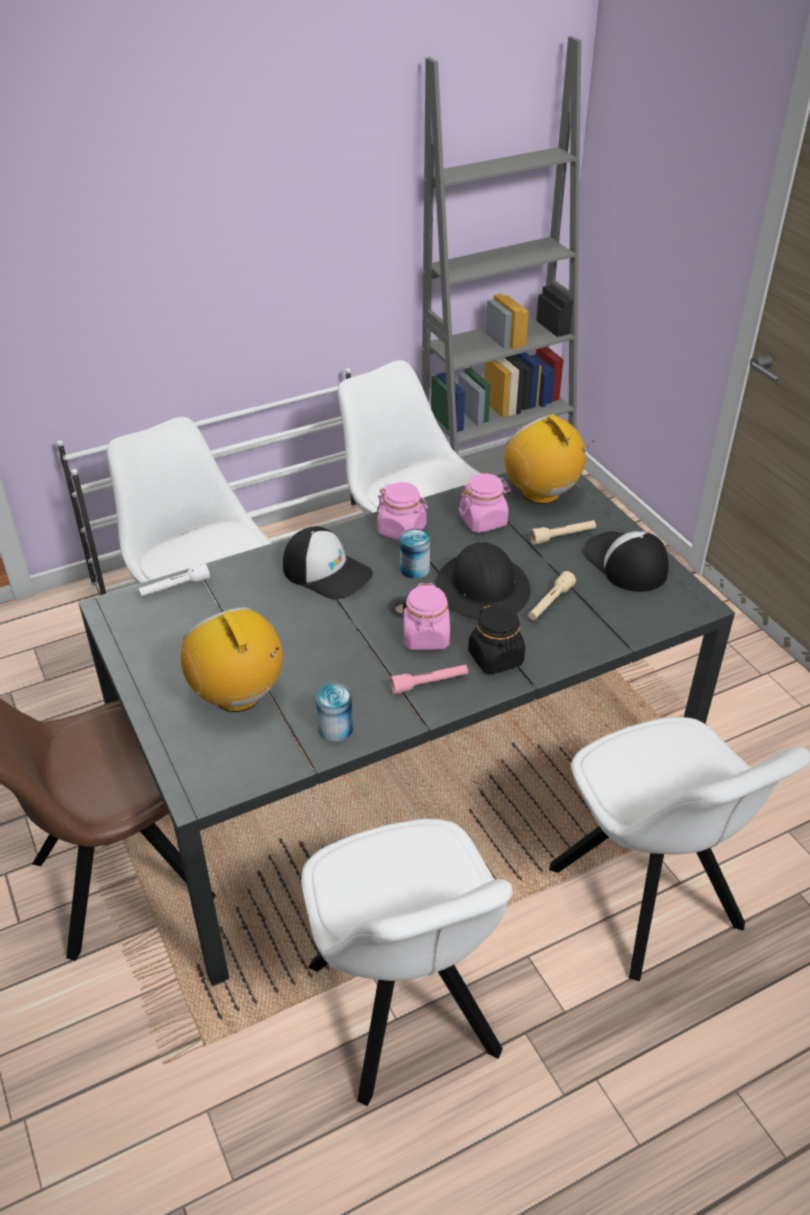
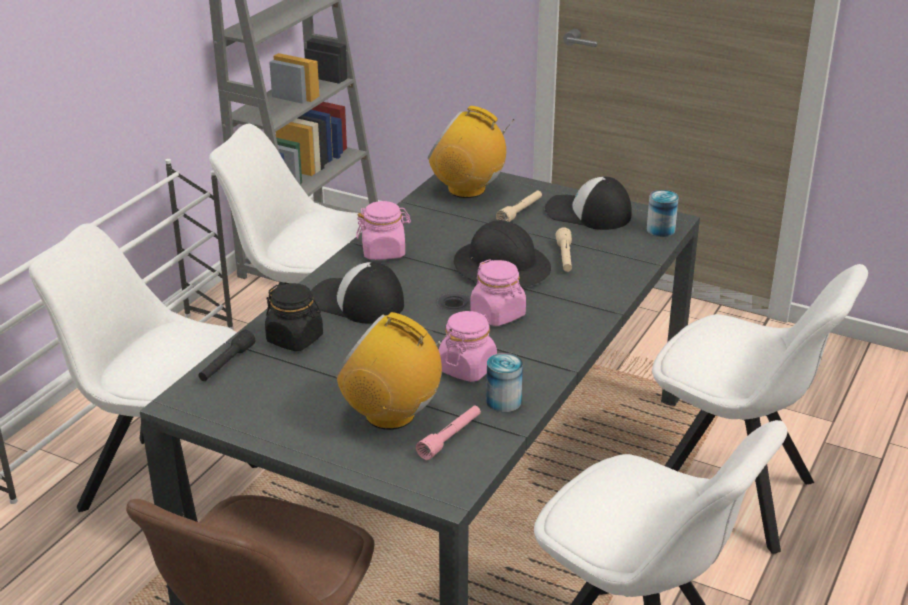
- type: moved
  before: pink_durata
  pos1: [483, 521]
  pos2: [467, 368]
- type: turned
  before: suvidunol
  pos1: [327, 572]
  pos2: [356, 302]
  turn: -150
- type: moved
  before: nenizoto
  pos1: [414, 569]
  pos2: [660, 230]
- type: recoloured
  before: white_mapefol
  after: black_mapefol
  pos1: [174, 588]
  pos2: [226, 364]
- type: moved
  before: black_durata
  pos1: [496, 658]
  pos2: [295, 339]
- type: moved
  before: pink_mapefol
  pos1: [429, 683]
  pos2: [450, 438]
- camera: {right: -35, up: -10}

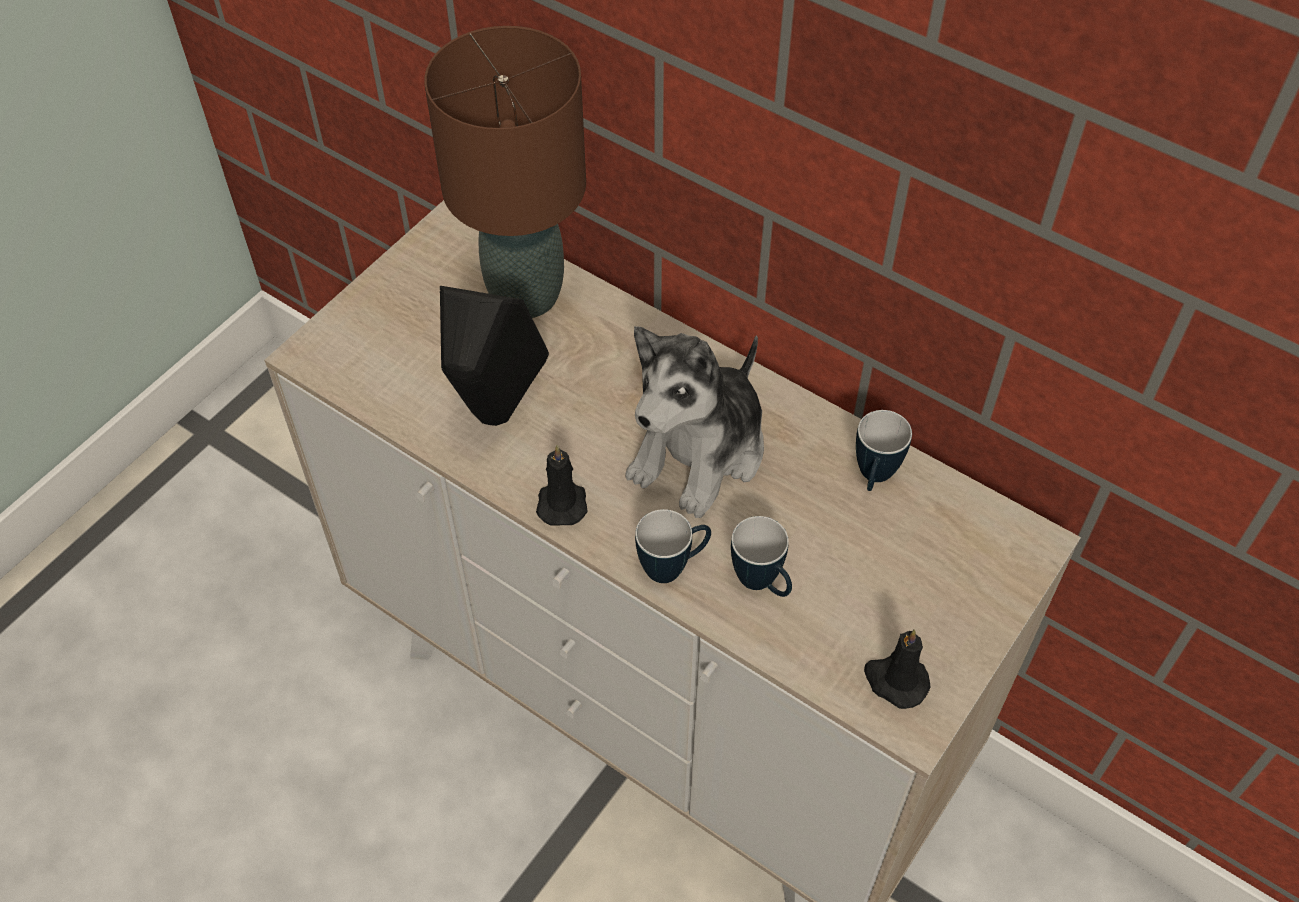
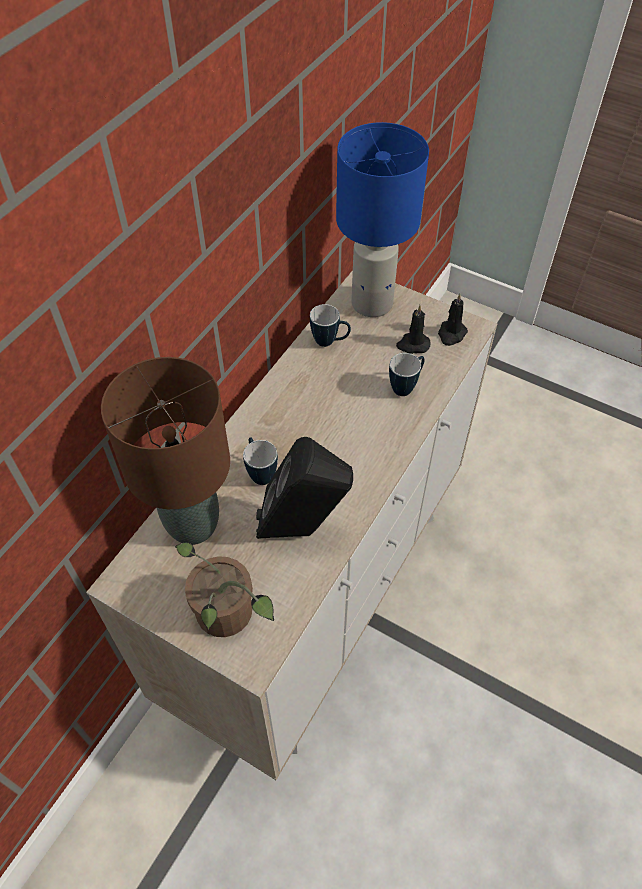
- type: removed
  before: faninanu
  pos1: [700, 452]
- type: moved
  before: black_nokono
  pos1: [562, 502]
  pos2: [412, 344]
- type: moved
  before: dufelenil
  pos1: [673, 567]
  pos2: [260, 472]
- type: added
  after: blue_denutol
  pos2: [372, 302]
- type: added
  after: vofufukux
  pos2: [227, 618]
- camera: {right: -95, up: 0}

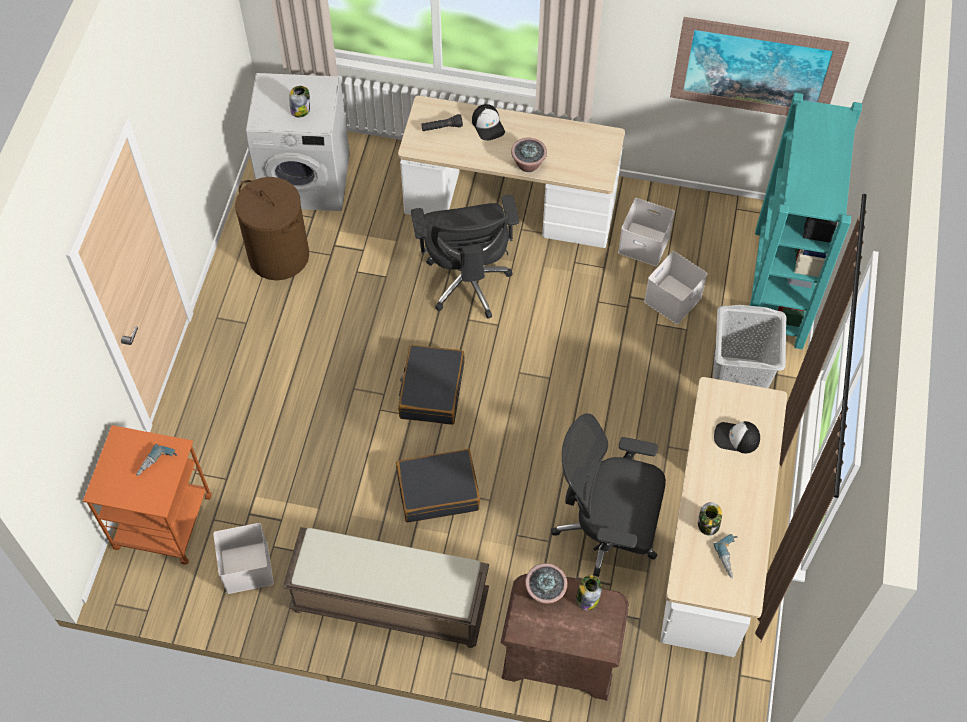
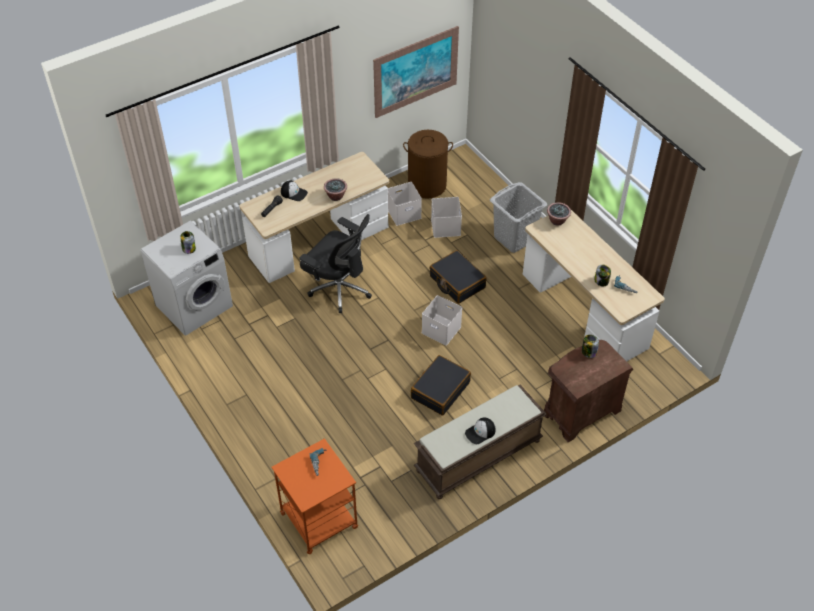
- type: removed
  before: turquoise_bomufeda
  pos1: [779, 287]
- type: moved
  before: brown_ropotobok
  pos1: [279, 255]
  pos2: [427, 185]
- type: moved
  before: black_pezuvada
  pos1: [431, 390]
  pos2: [457, 282]
- type: removed
  before: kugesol
  pos1: [607, 532]
- type: moved
  before: suvidunol
  pos1: [736, 438]
  pos2: [480, 432]
- type: moved
  before: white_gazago
  pos1: [245, 566]
  pos2: [440, 329]
- type: moved
  before: vofufukux
  pos1: [545, 592]
  pos2: [557, 221]
- camera: {right: -45, up: -10}

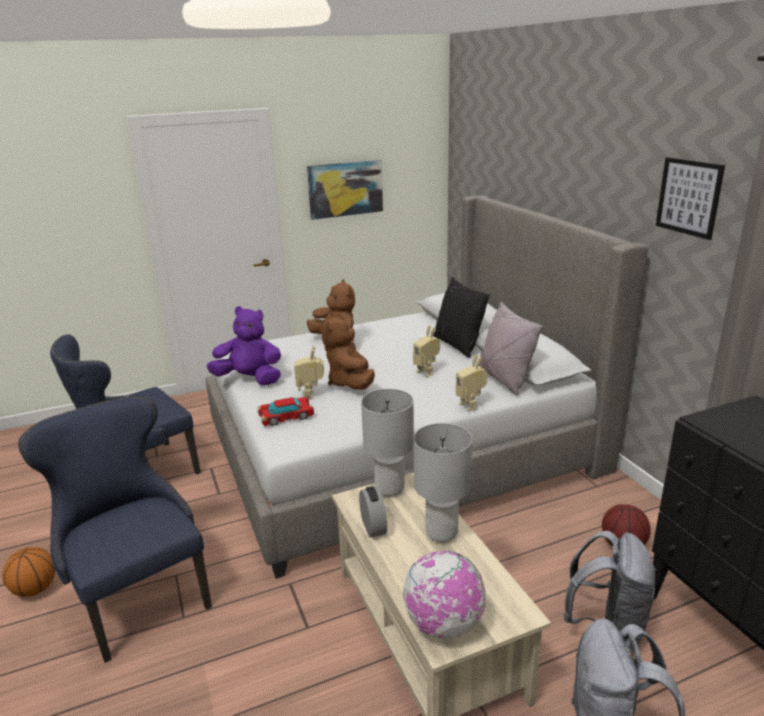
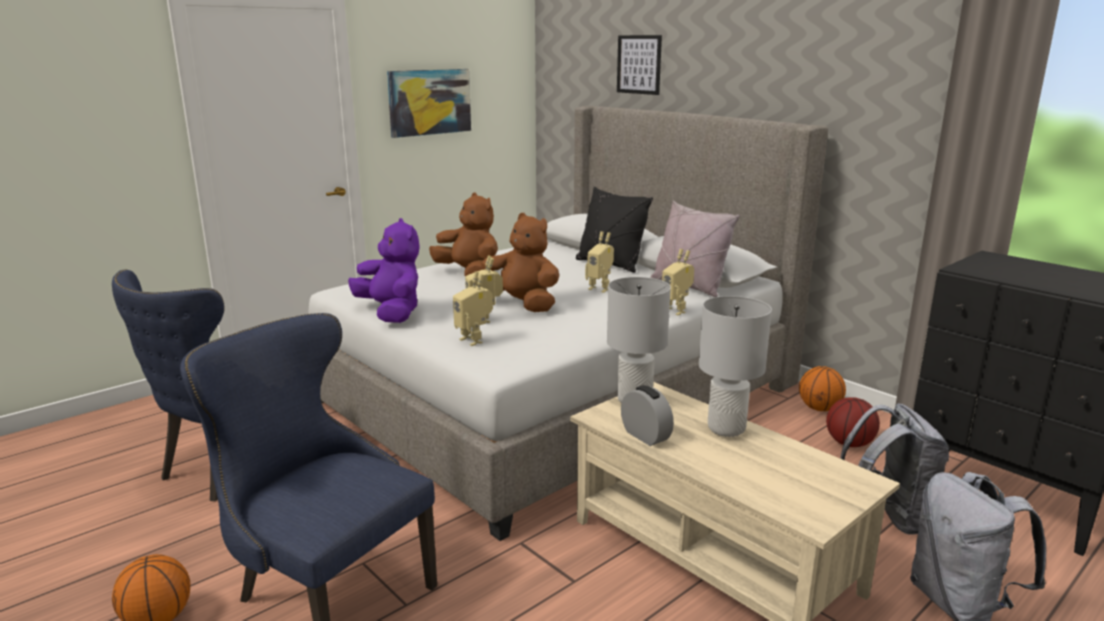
- type: moved
  before: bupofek
  pos1: [689, 197]
  pos2: [639, 64]
- type: turned
  before: purple_faninanu
  pos1: [250, 379]
  pos2: [391, 313]
  turn: 60
- type: turned
  before: brown_faninanu
  pos1: [350, 383]
  pos2: [521, 305]
  turn: 150
- type: replaced
  before: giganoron
  after: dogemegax
  pos1: [286, 416]
  pos2: [474, 340]
- type: removed
  before: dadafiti
  pos1: [444, 625]
- type: added
  after: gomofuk
  pos2: [819, 408]
- camera: {right: -20, up: -5}

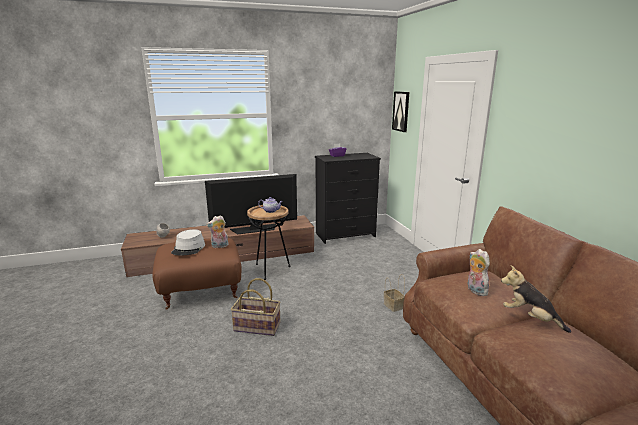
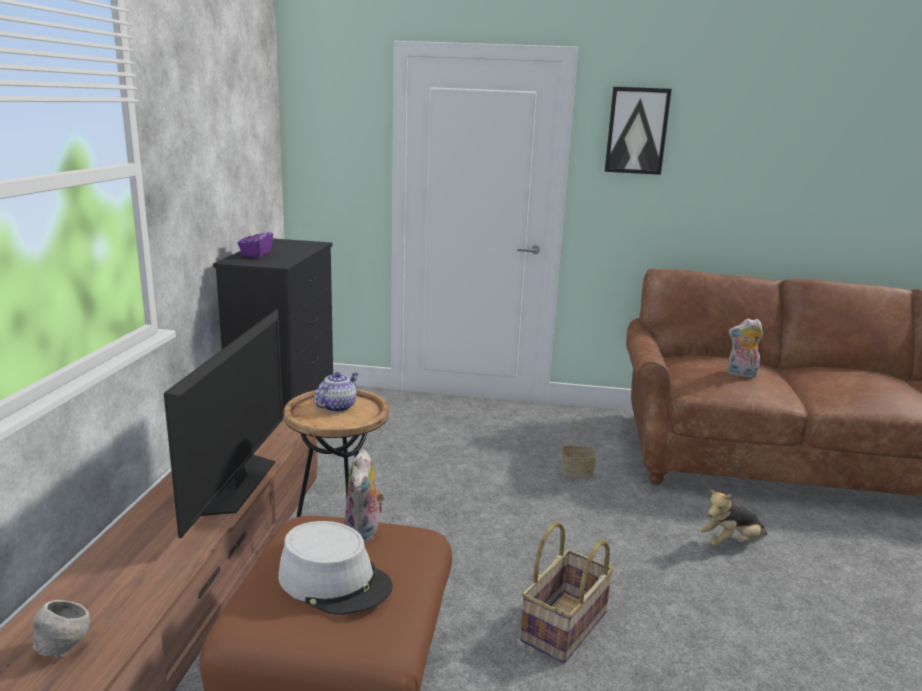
- type: moved
  before: bupofek
  pos1: [401, 111]
  pos2: [636, 131]
- type: moved
  before: faninanu
  pos1: [530, 318]
  pos2: [730, 542]
- camera: {right: -65, up: 0}

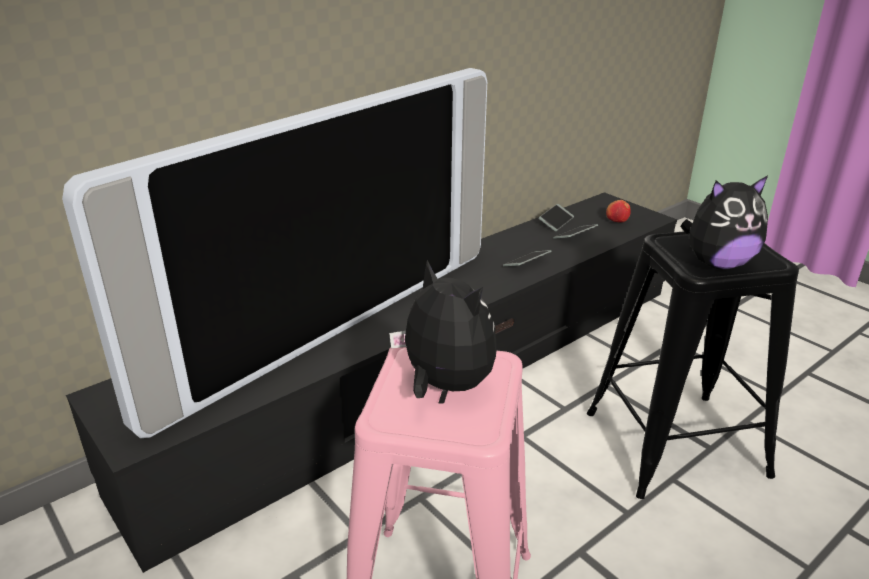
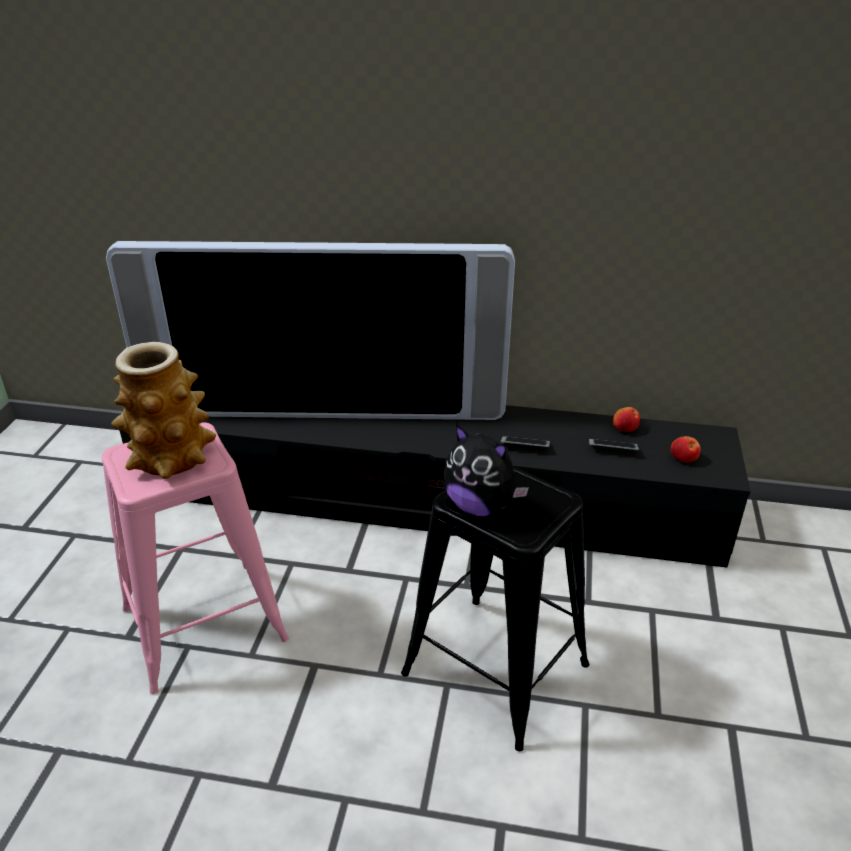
- type: replaced
  before: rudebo
  after: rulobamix
  pos1: [556, 222]
  pos2: [624, 428]
- type: replaced
  before: faninanu
  after: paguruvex
  pos1: [444, 385]
  pos2: [171, 457]
- camera: {right: 50, up: 5}

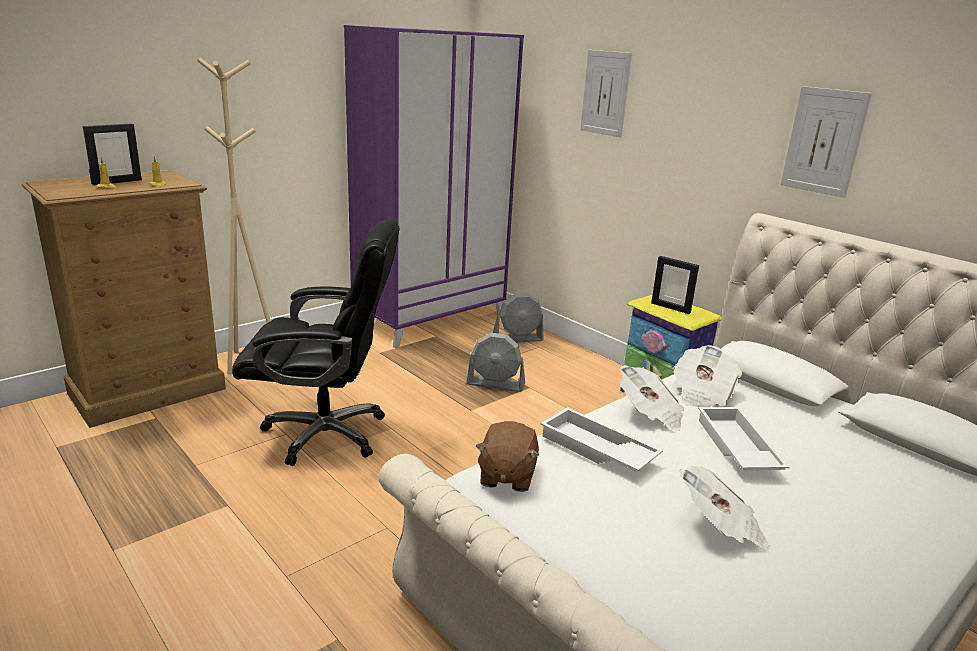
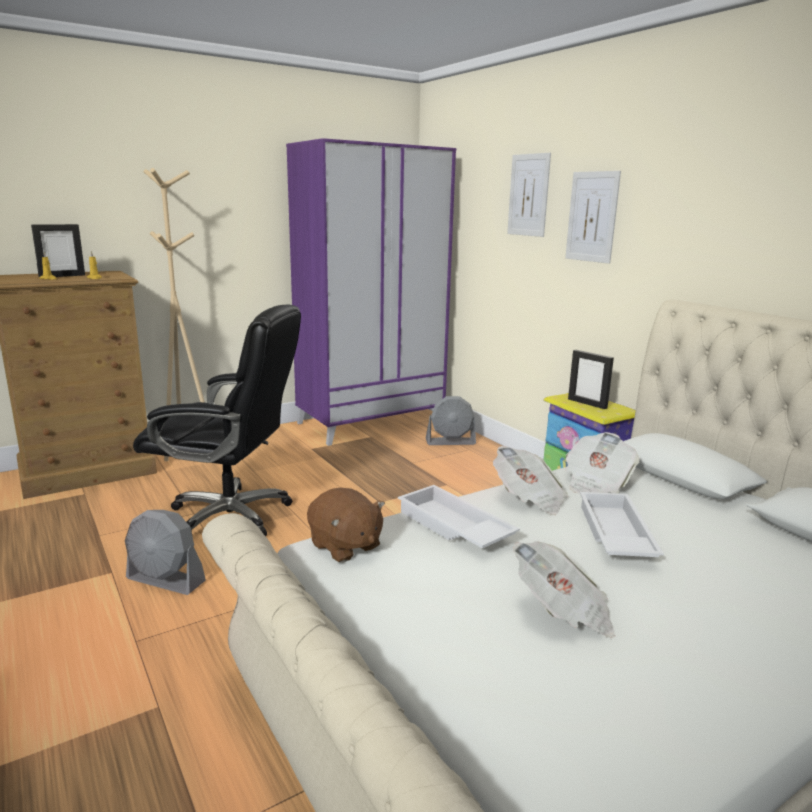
- type: moved
  before: bupofek
  pos1: [824, 141]
  pos2: [592, 217]
- type: moved
  before: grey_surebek
  pos1: [496, 384]
  pos2: [166, 580]
- type: turned
  before: brown_faninanu
  pos1: [506, 476]
  pos2: [345, 546]
  turn: -60
- camera: {right: 10, up: -5}

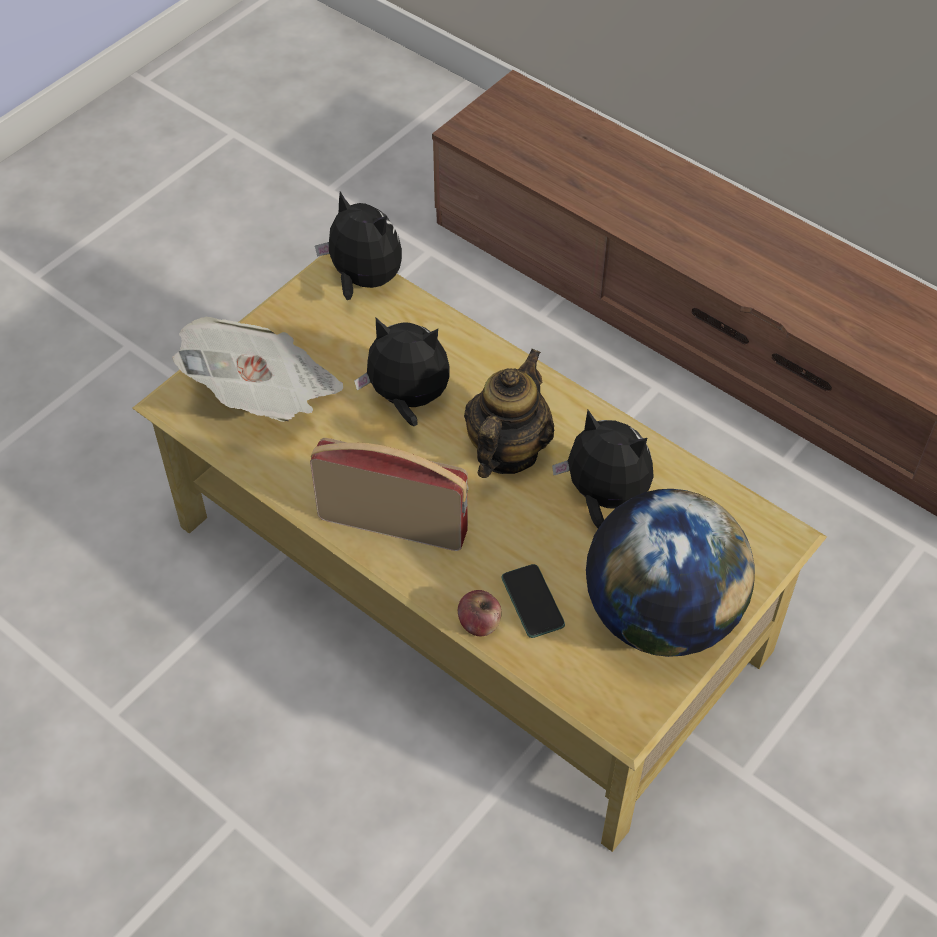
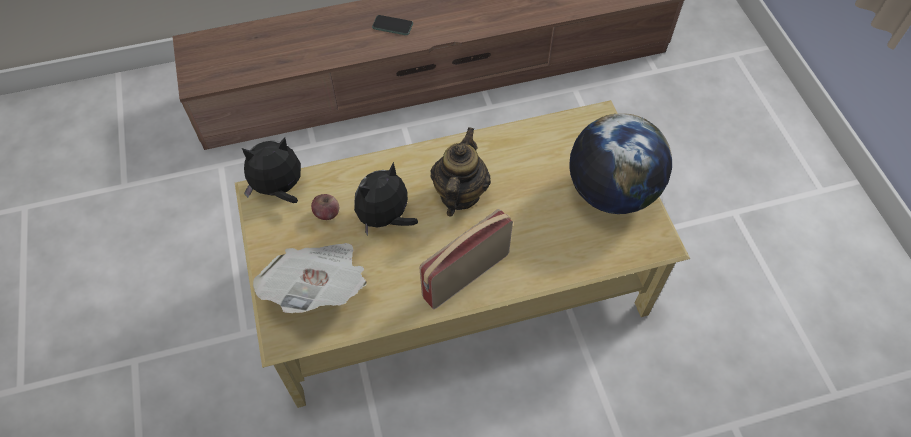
- type: turned
  before: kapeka
  pos1: [506, 451]
  pos2: [459, 194]
  turn: 45
- type: removed
  before: faninanu
  pos1: [603, 498]
- type: moved
  before: rudebo
  pos1: [532, 602]
  pos2: [392, 26]
- type: moved
  before: rulobamix
  pos1: [479, 623]
  pos2: [327, 213]
- camera: {right: -55, up: 5}

